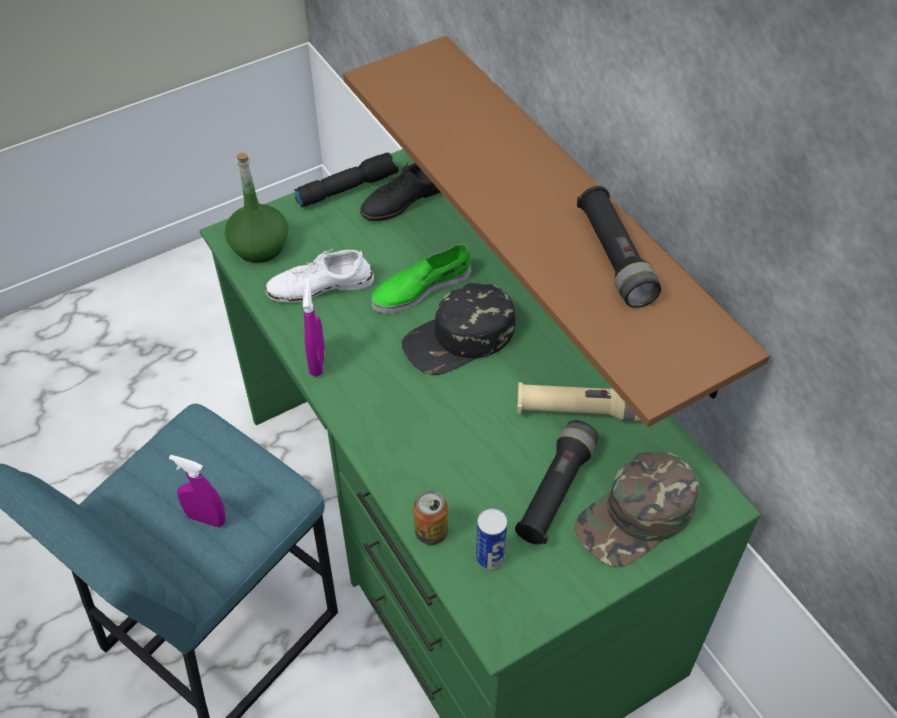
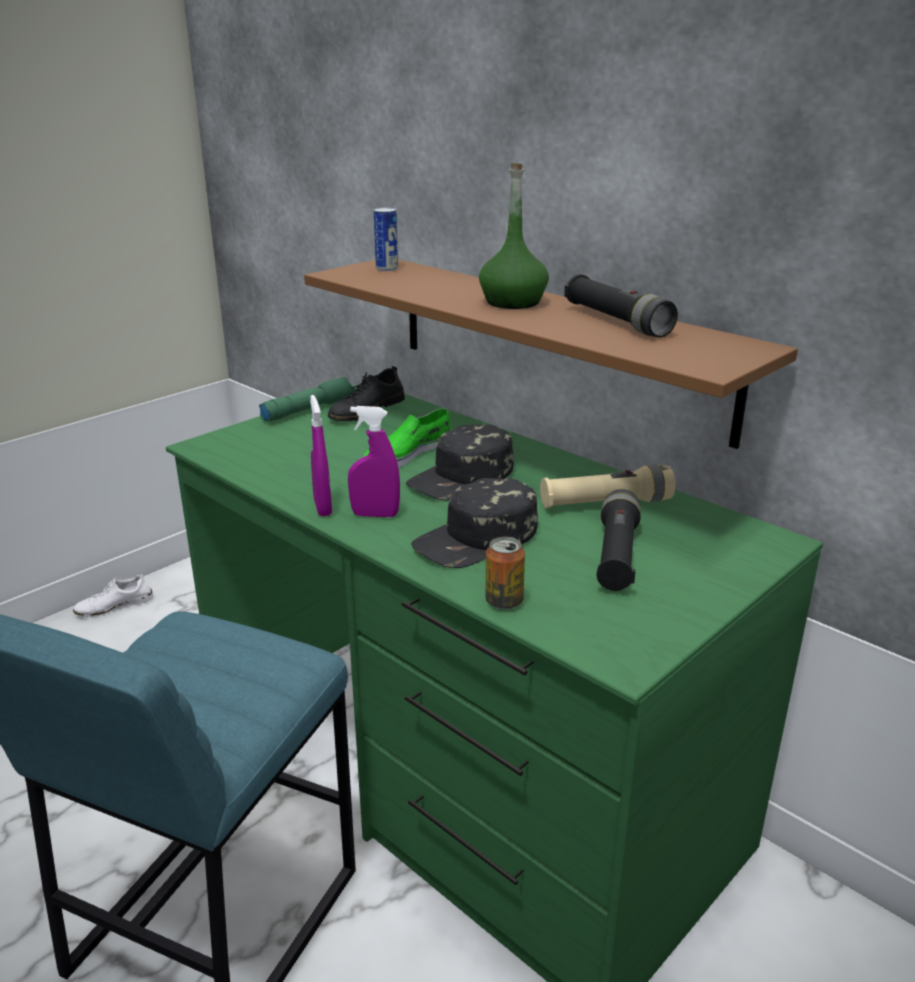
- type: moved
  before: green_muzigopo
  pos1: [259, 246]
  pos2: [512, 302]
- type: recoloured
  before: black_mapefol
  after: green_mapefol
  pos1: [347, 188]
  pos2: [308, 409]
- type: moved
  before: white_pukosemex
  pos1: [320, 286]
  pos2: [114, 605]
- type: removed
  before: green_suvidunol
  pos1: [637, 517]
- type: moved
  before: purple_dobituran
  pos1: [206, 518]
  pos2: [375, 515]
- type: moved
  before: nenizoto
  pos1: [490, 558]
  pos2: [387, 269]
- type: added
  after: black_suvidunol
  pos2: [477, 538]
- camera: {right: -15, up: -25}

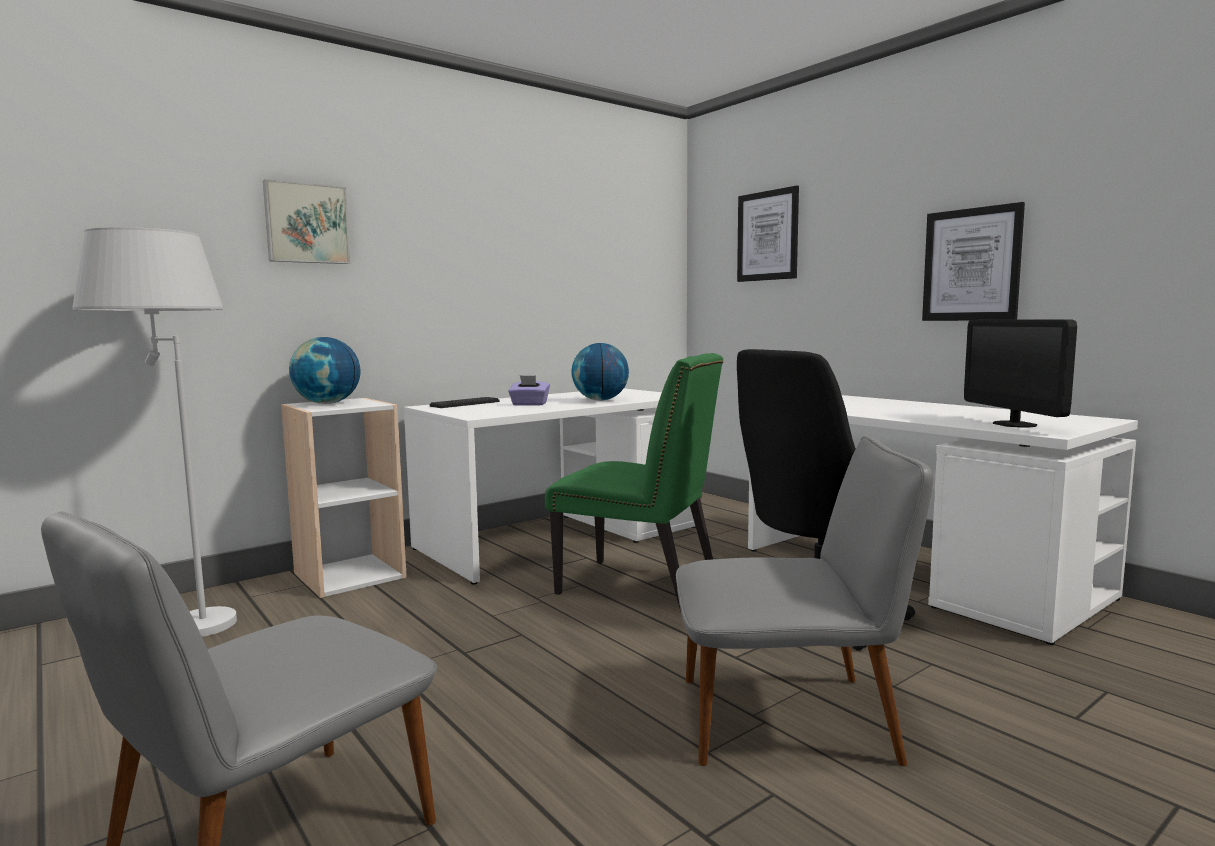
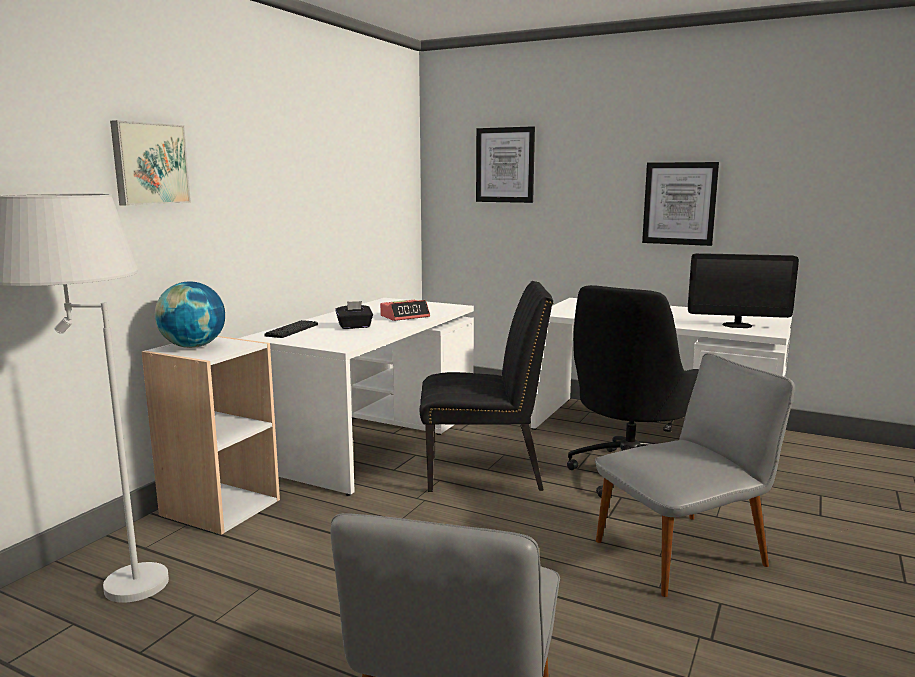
- type: turned
  before: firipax
  pos1: [1014, 424]
  pos2: [737, 325]
  turn: -45
- type: replaced
  before: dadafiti
  after: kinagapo
  pos1: [600, 400]
  pos2: [405, 316]
- type: recoloured
  before: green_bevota
  after: black_bevota
  pos1: [636, 586]
  pos2: [482, 473]
- type: recoloured
  before: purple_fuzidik
  after: black_fuzidik
  pos1: [529, 404]
  pos2: [354, 327]
- camera: {right: -25, up: 5}

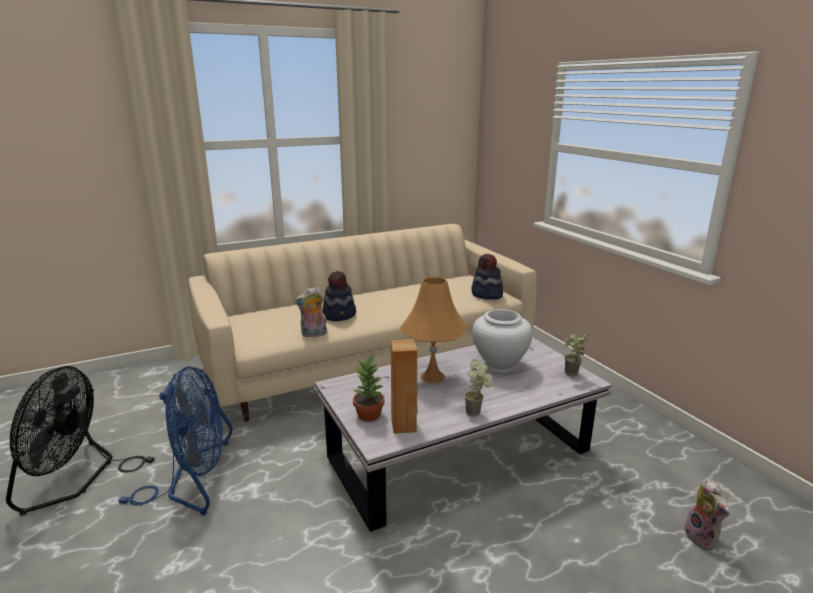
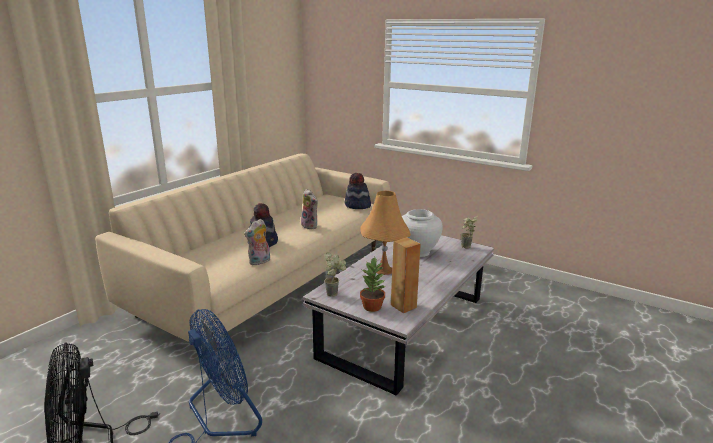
- type: moved
  before: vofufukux
  pos1: [477, 413]
  pos2: [335, 293]
- type: moved
  before: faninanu
  pos1: [703, 538]
  pos2: [311, 226]
- camera: {right: -30, up: 0}

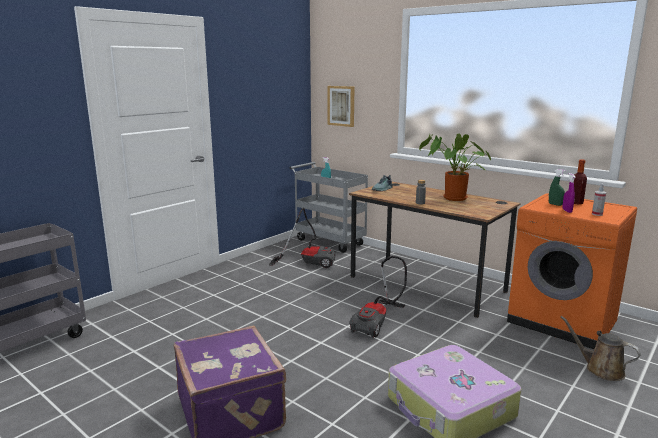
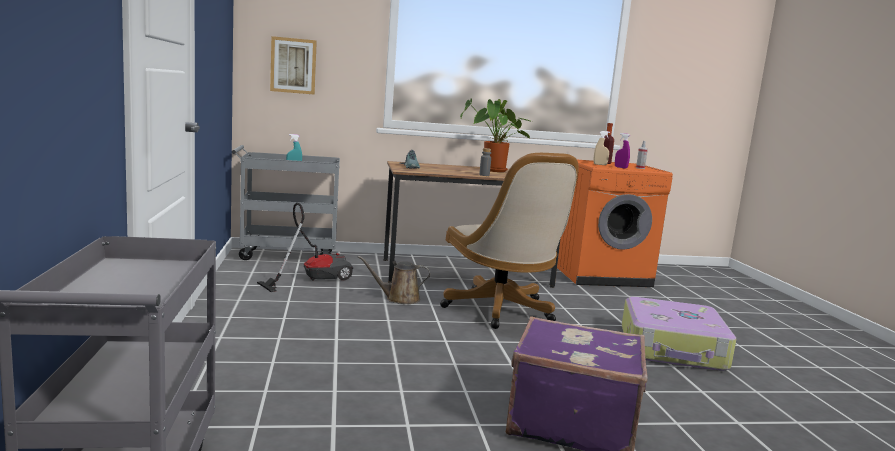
- type: recoloured
  before: green_dobituran
  after: beige_dobituran
  pos1: [555, 204]
  pos2: [600, 164]
- type: replaced
  before: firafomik
  after: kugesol
  pos1: [378, 323]
  pos2: [503, 312]
- type: moved
  before: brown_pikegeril
  pos1: [600, 369]
  pos2: [399, 299]
- camera: {right: -50, up: -5}

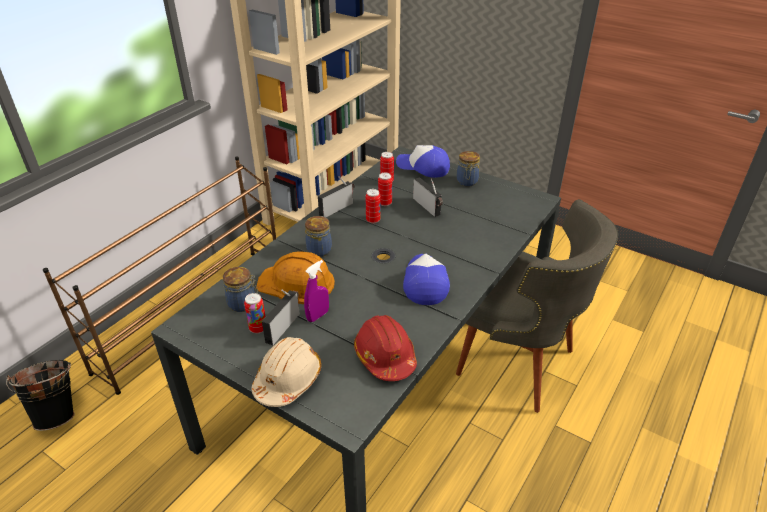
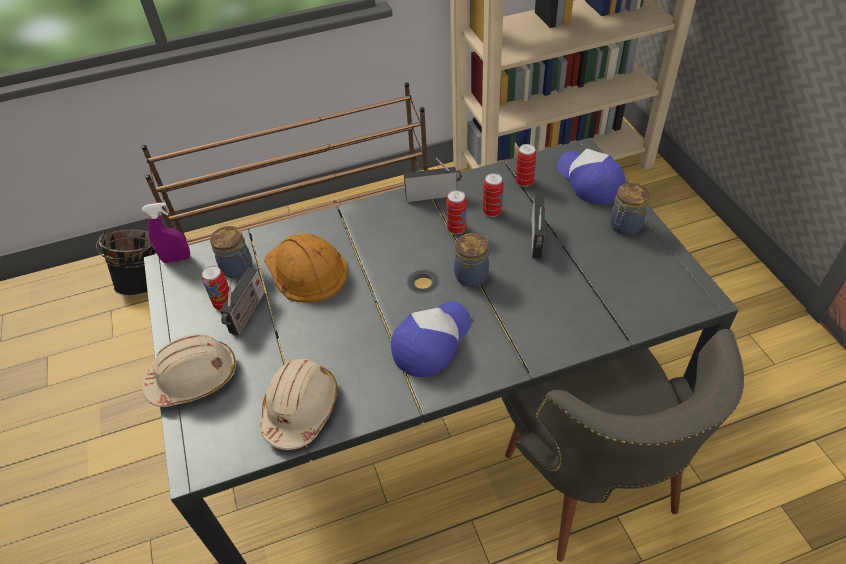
- type: moved
  before: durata
  pos1: [319, 249]
  pos2: [472, 275]
- type: moved
  before: purple_dobituran
  pos1: [318, 315]
  pos2: [176, 259]
- type: turned
  before: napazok
  pos1: [283, 326]
  pos2: [247, 314]
  turn: 135
- type: recoloured
  before: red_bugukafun
  after: beige_bugukafun
  pos1: [385, 356]
  pos2: [301, 409]
- camera: {right: 40, up: 10}

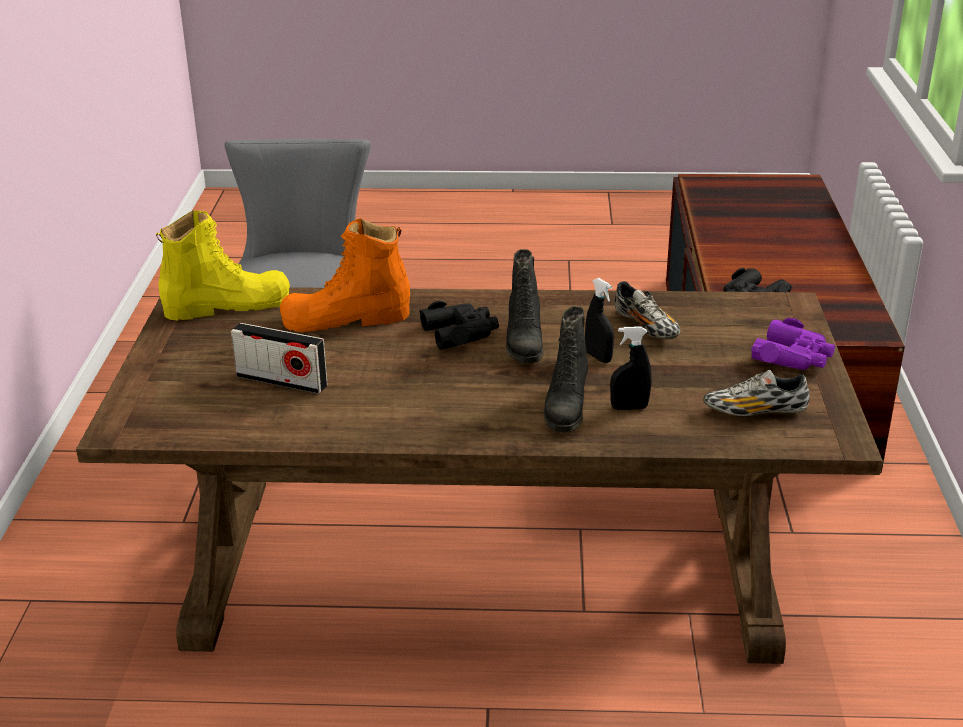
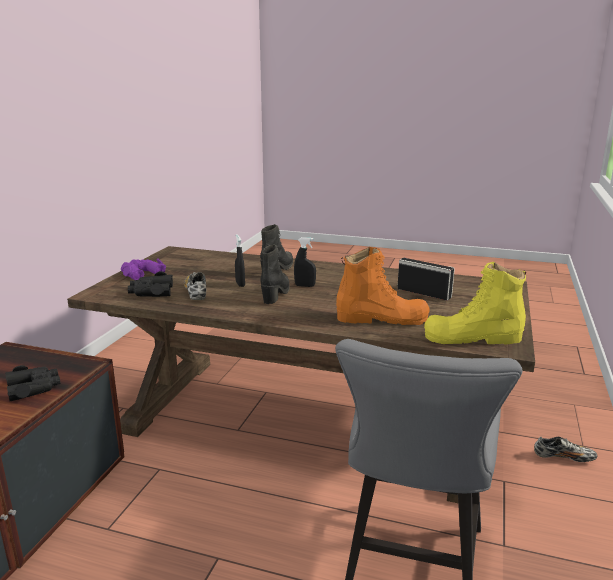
- type: moved
  before: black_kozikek
  pos1: [460, 332]
  pos2: [151, 292]
- type: moved
  before: black_dobituran
  pos1: [629, 407]
  pos2: [305, 286]
- type: moved
  before: pukosemex
  pos1: [755, 412]
  pos2: [563, 458]
- camera: {right: -165, up: -10}

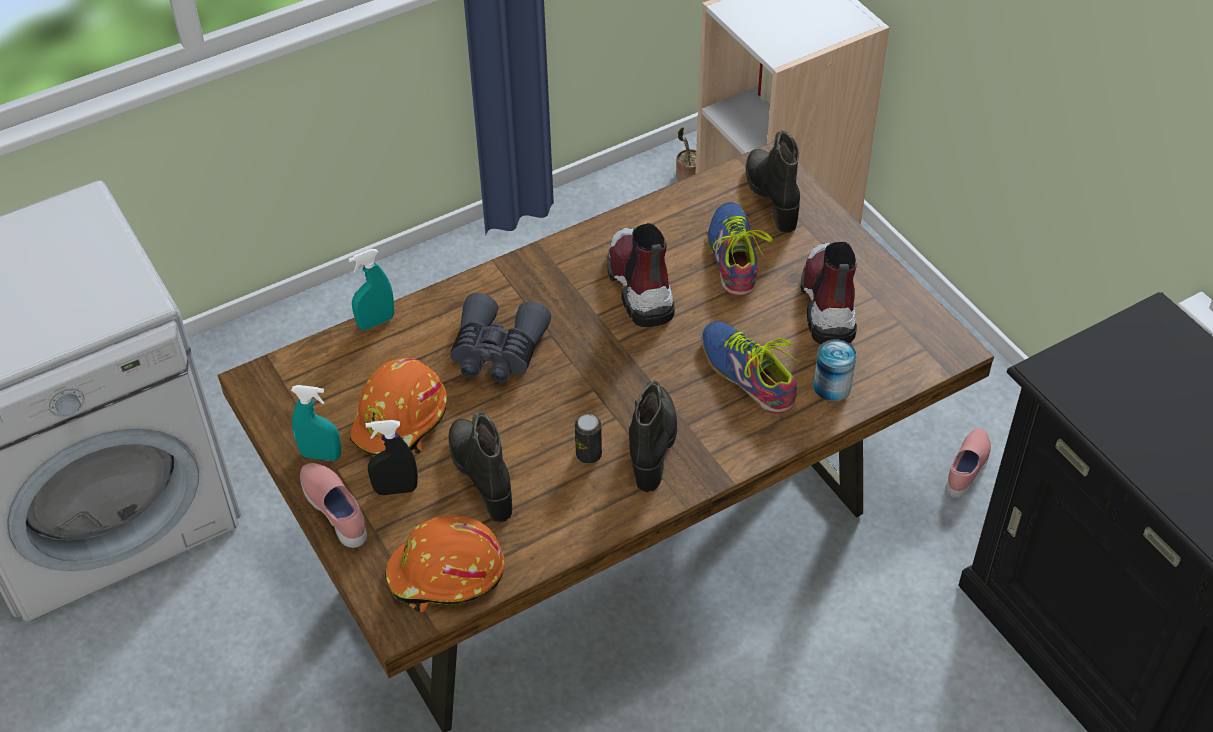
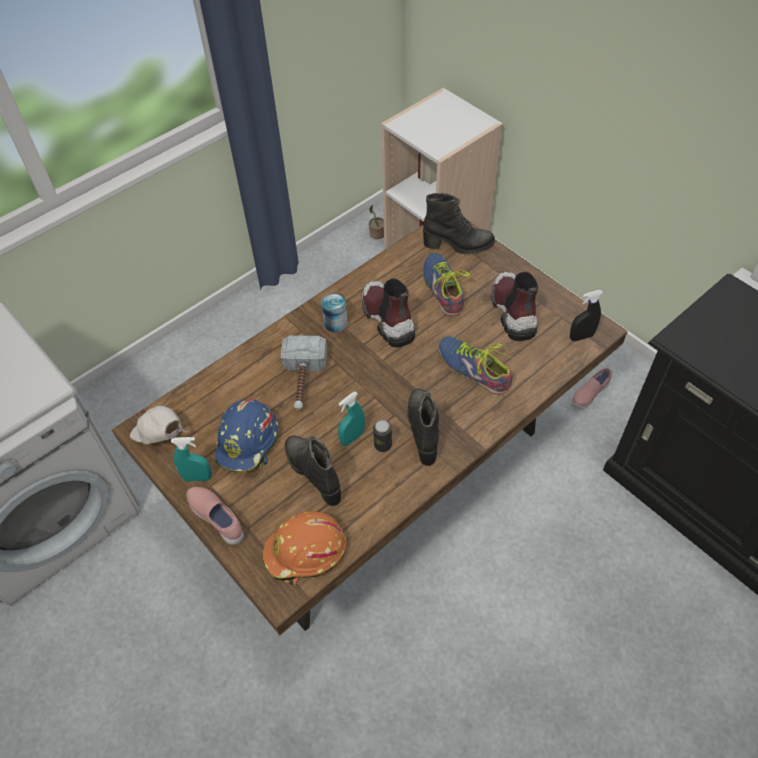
- type: turned
  before: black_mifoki
  pos1: [773, 197]
  pos2: [458, 245]
  turn: 120
- type: moved
  before: turquoise_dobituran
  pos1: [376, 322]
  pos2: [352, 437]
- type: replaced
  before: grey_kozikek
  after: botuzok
  pos1: [497, 352]
  pos2: [303, 381]
- type: moved
  before: nenizoto
  pos1: [832, 387]
  pos2: [335, 323]
- type: recoloured
  before: orange_bugukafun
  after: blue_bugukafun
  pos1: [401, 421]
  pos2: [248, 442]
- type: moved
  before: black_dobituran
  pos1: [396, 489]
  pos2: [581, 336]
- type: turned
  before: pink_pukosemex
  pos1: [967, 470]
  pos2: [589, 394]
  turn: -150
- type: added
  after: white_suvidunol
  pos2: [160, 436]
- camera: {right: -10, up: 5}

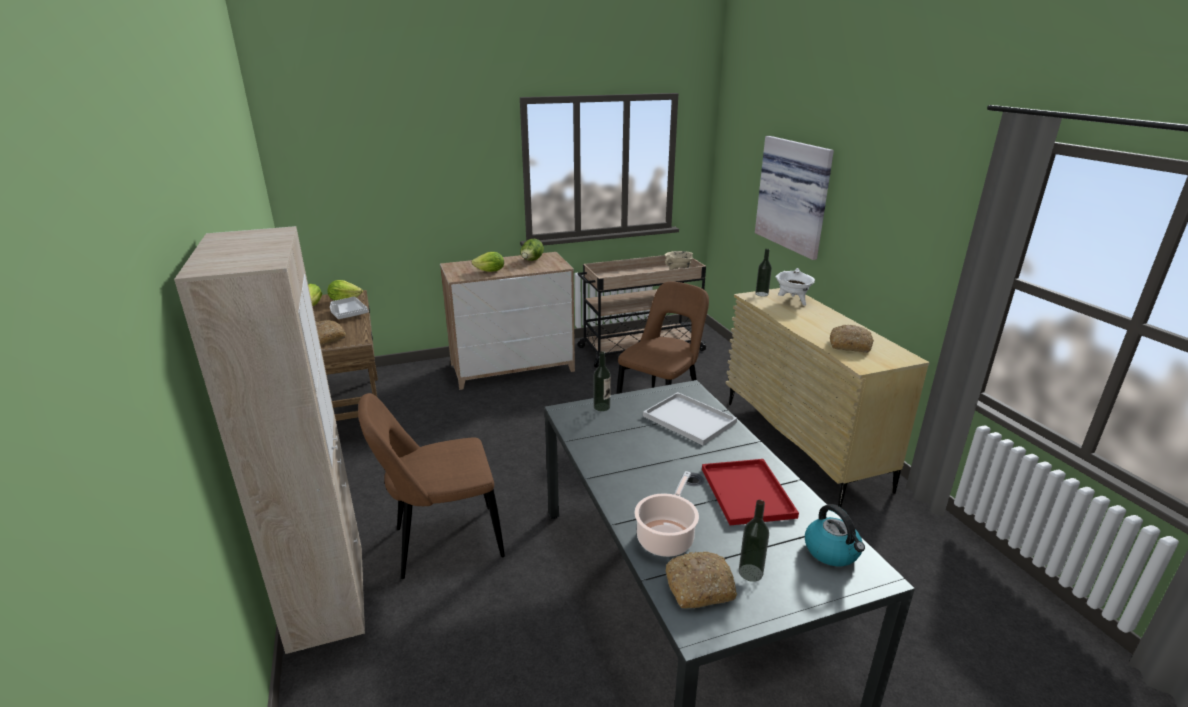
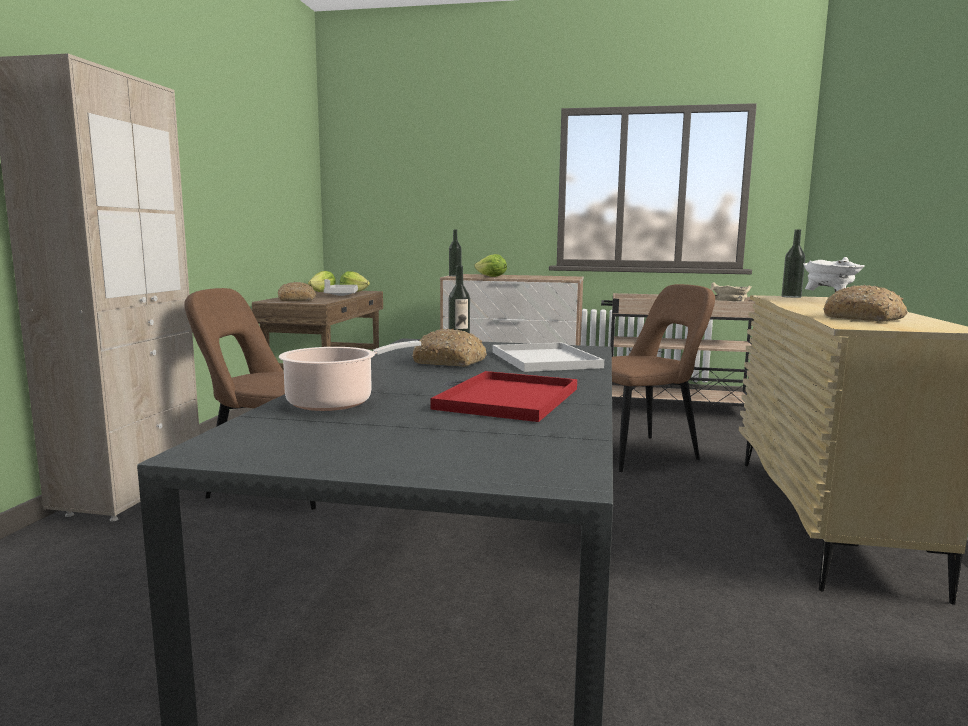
- type: removed
  before: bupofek
  pos1: [795, 195]
- type: removed
  before: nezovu
  pos1: [531, 261]
- type: moved
  before: muzigopo
  pos1: [750, 572]
  pos2: [455, 276]
- type: removed
  before: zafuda
  pos1: [832, 551]
- type: moved
  before: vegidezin
  pos1: [700, 587]
  pos2: [450, 362]
- camera: {right: 30, up: -15}

